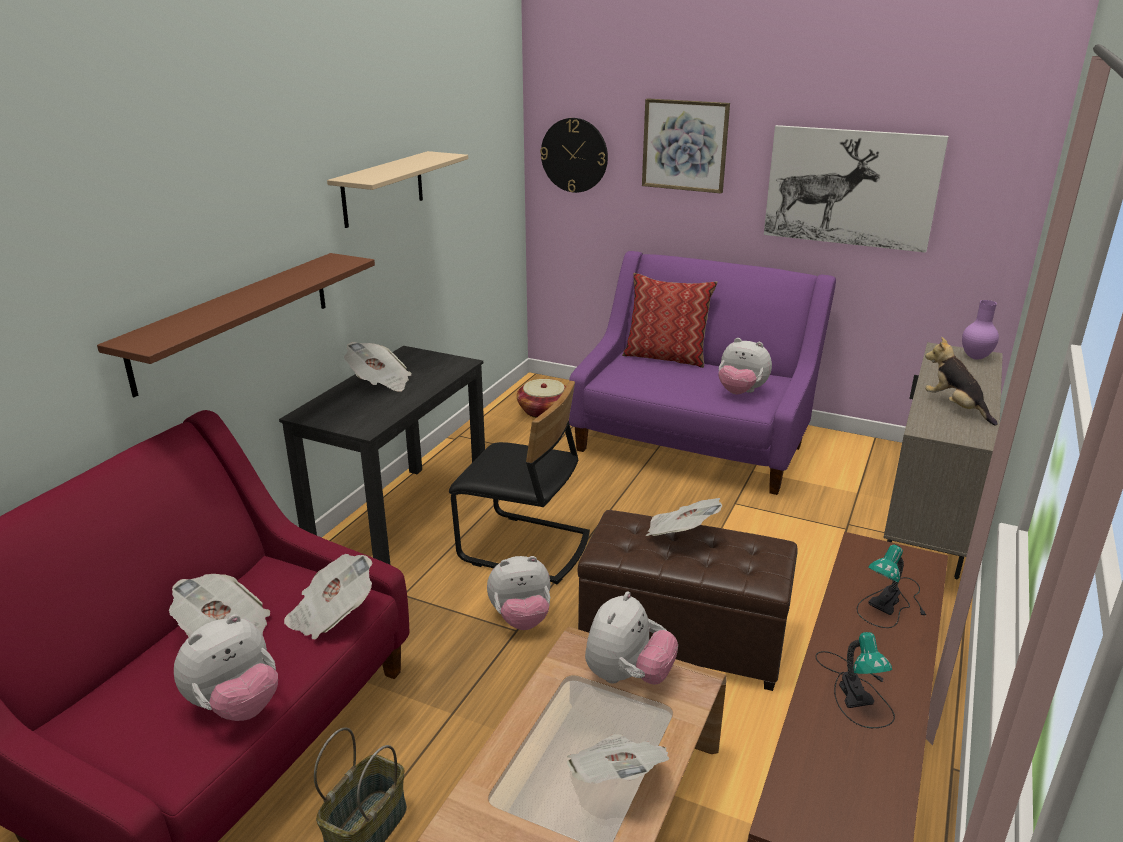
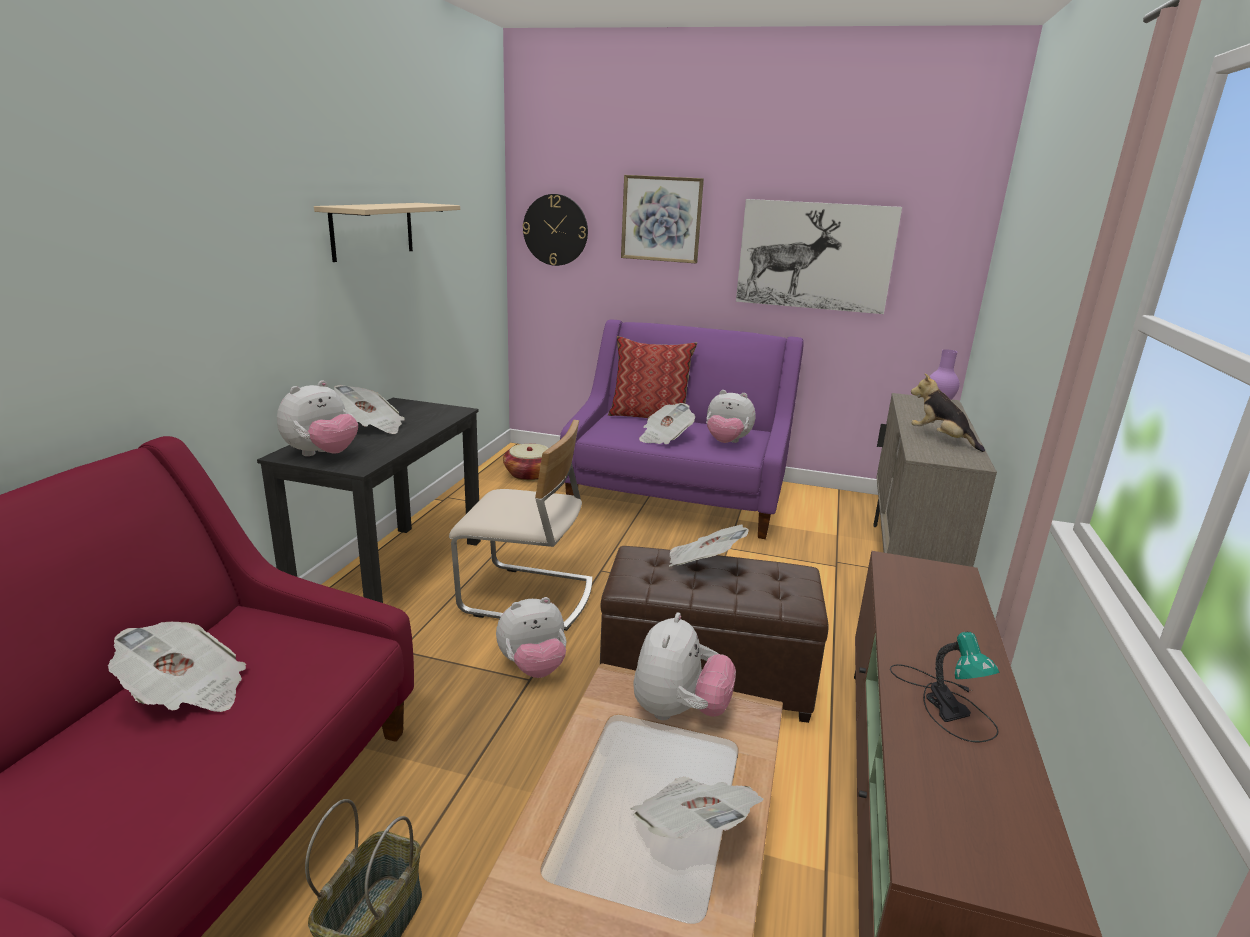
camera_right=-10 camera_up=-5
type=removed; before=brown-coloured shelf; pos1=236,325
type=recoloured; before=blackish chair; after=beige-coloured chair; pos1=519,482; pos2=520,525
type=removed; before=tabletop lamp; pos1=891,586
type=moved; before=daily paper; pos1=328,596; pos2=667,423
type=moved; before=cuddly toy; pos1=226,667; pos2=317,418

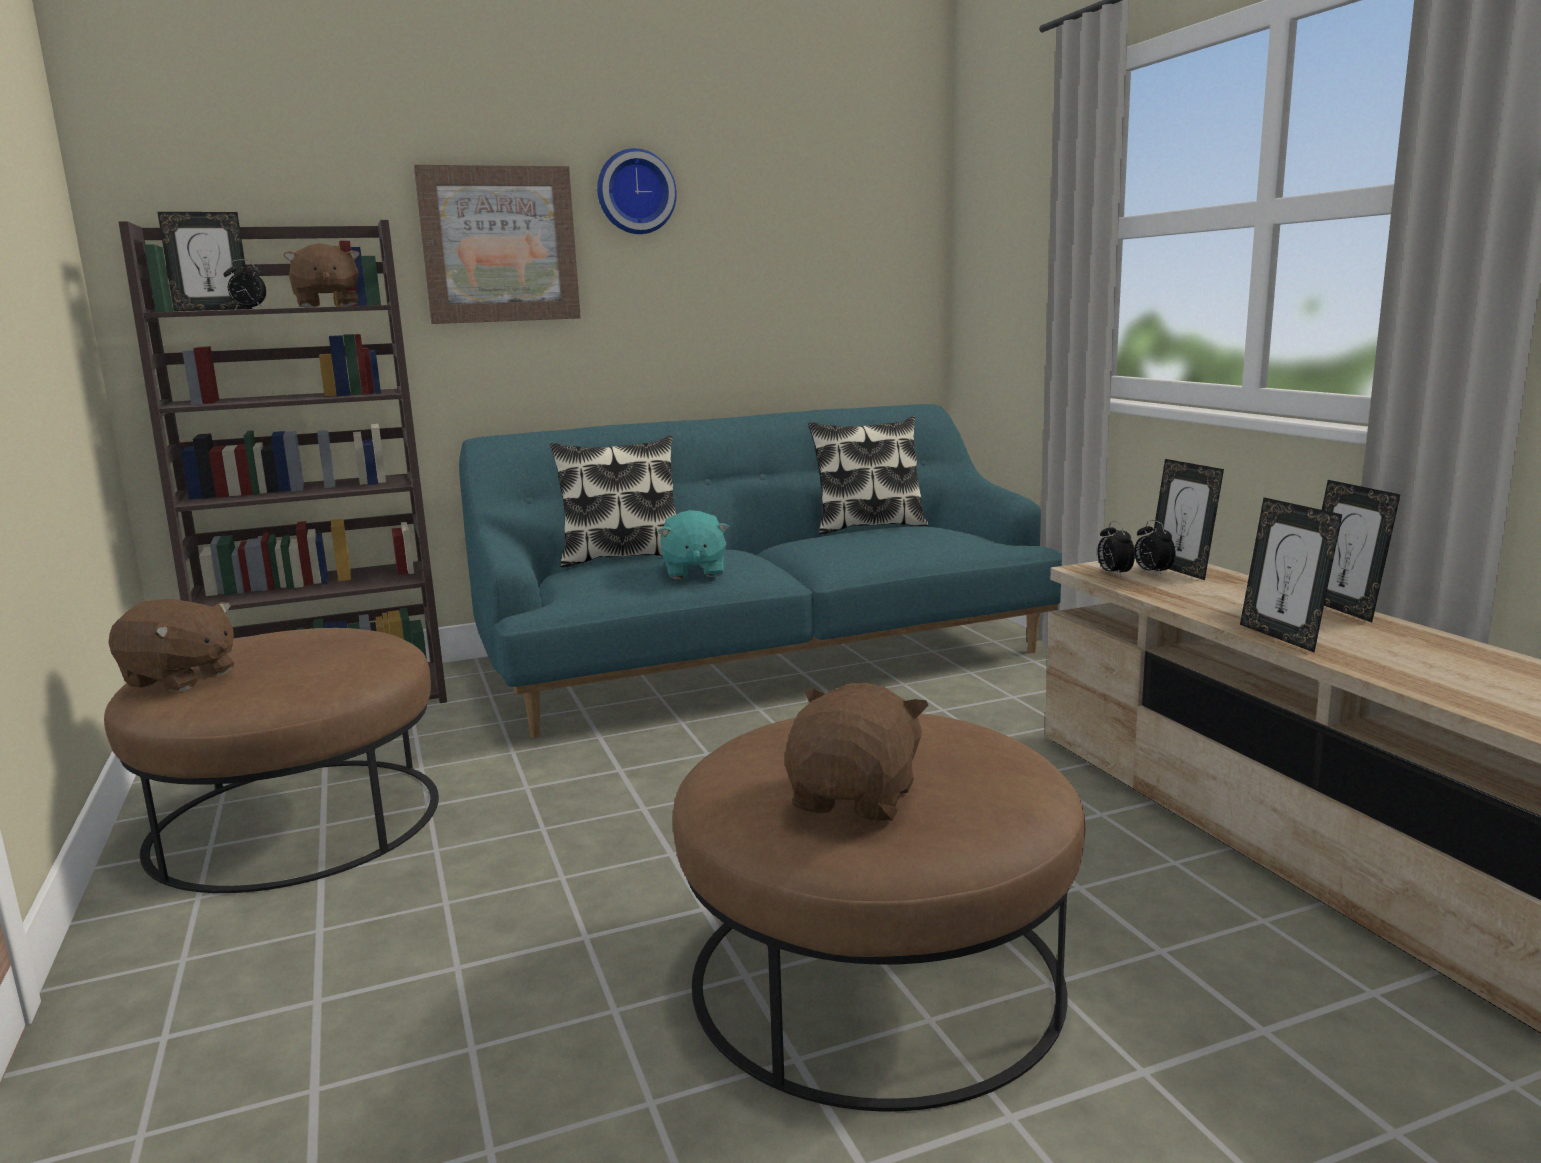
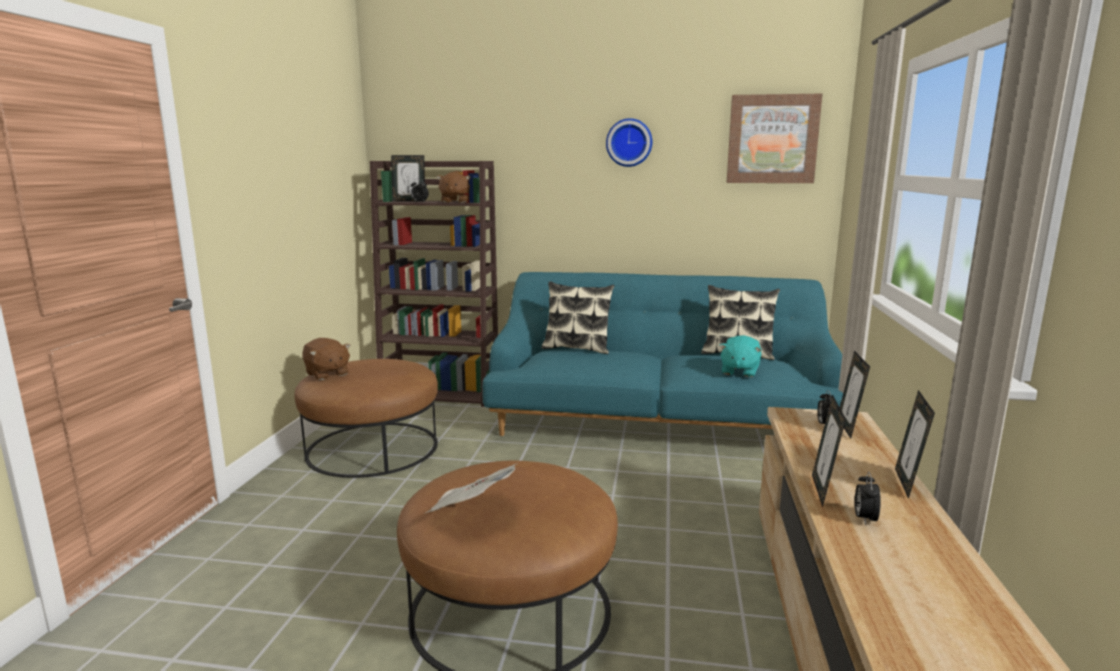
camera_right=30 camera_up=0
type=moved; before=picture; pos1=497,244; pos2=774,138
type=moved; before=turquoise cuddly toy; pos1=693,544; pos2=740,356
type=moved; before=bedside clock; pos1=1116,549; pos2=868,498
type=replaced; before=brown-coloured cuddly toy; after=daily paper; pos1=857,752; pos2=472,488

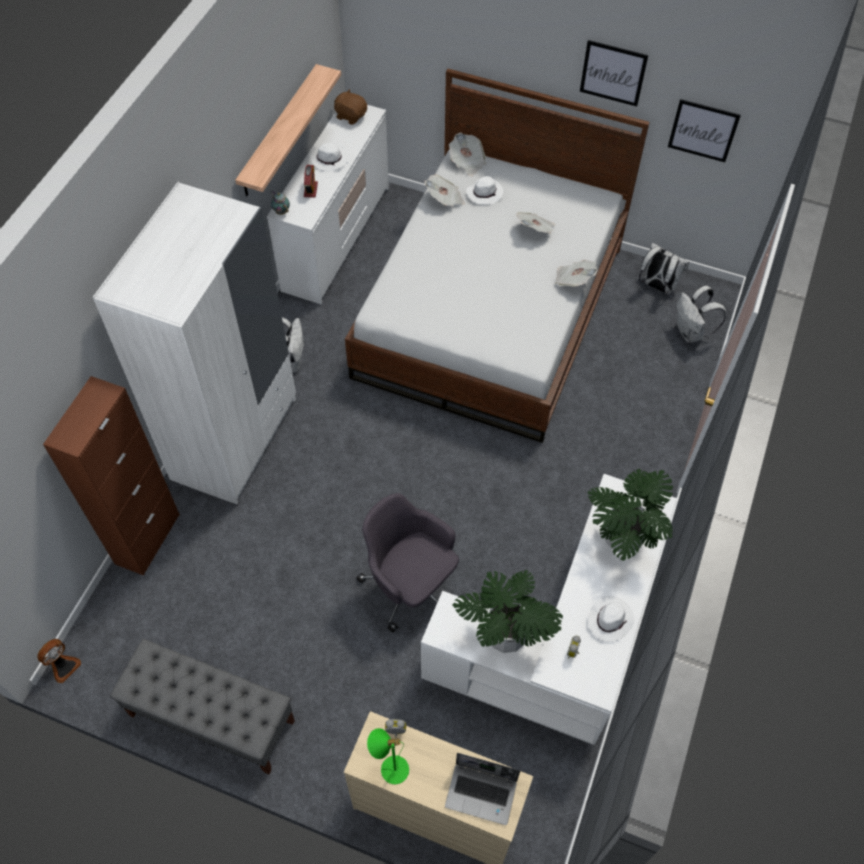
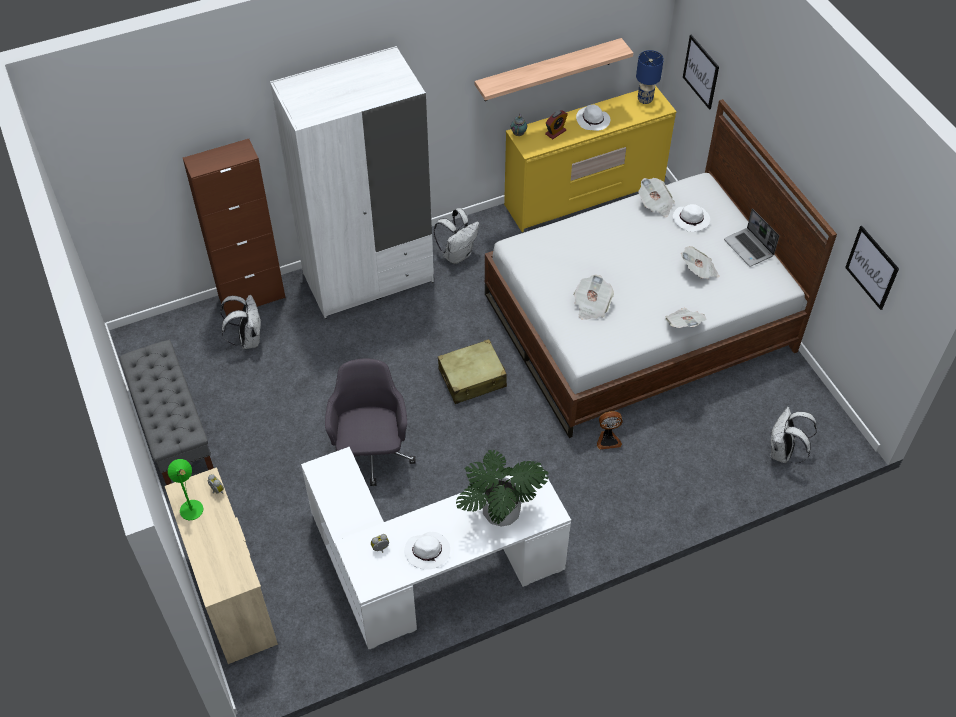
camera_right=45 camera_up=-5
type=moved; before=picture; pos1=614,73; pos2=701,72
type=replaced; before=brown-coloured cuddly toy; after=blue tabletop lamp; pos1=350,107; pos2=650,77
type=recoloured; before=white-coloured chest of drawers; after=yellowish chest of drawers; pos1=328,205; pos2=590,158
type=moved; before=daily paper; pos1=467,154; pos2=594,297
type=moved; before=white-coloured backpack; pos1=664,268; pos2=240,322
type=removed; before=plant in a pot; pos1=507,611
type=moved; before=electric fan; pos1=59,661; pos2=610,430
type=moved; before=notebook computer; pos1=482,789; pos2=751,237
type=added; after=beige-coloured travel case; pos2=472,371

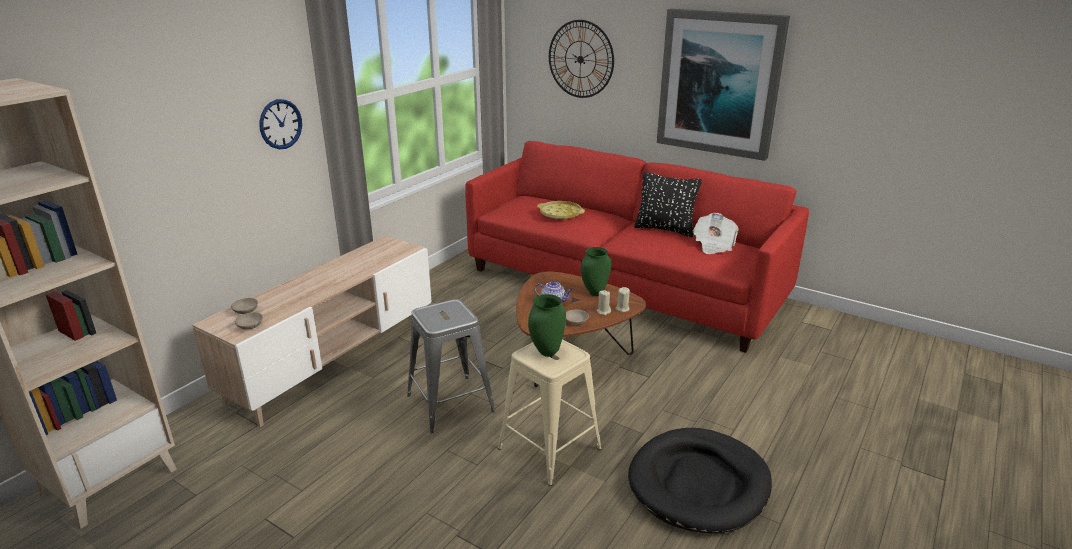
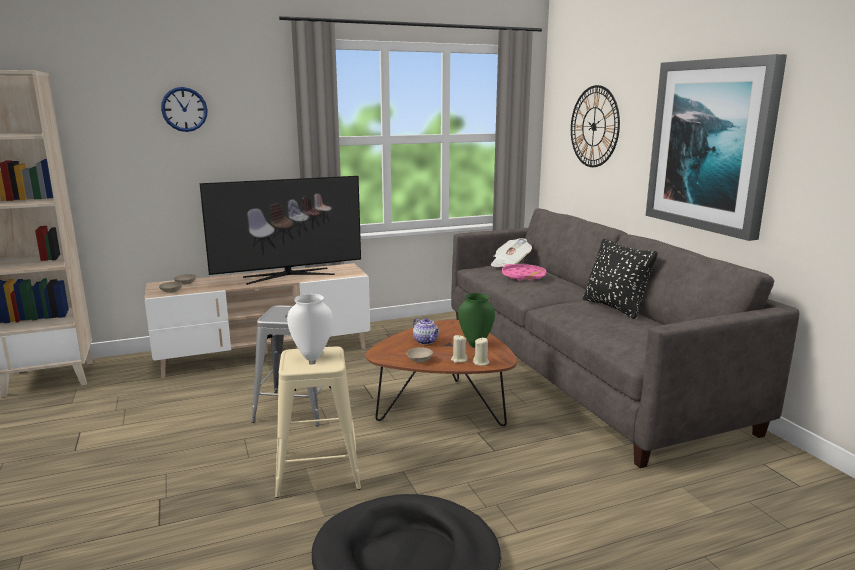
camera_right=35 camera_up=-10
type=moved; before=hanging clock; pos1=280,124; pos2=184,109
type=recoloured; before=red couch; after=greyish couch; pos1=637,247; pos2=625,338
type=recoloured; before=yellowish tray; after=pinkish tray; pos1=561,210; pos2=524,272
type=moved; before=daily paper; pos1=716,233; pos2=511,252
type=recoloured; before=greenish decorative vase; after=white-coloured decorative vase; pos1=547,325; pos2=310,327
type=added; after=TV set; pos2=280,230

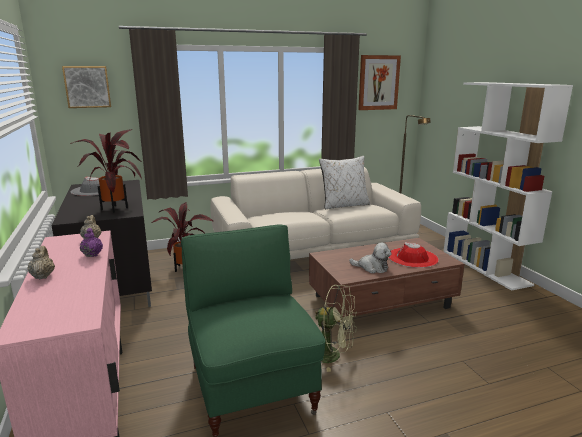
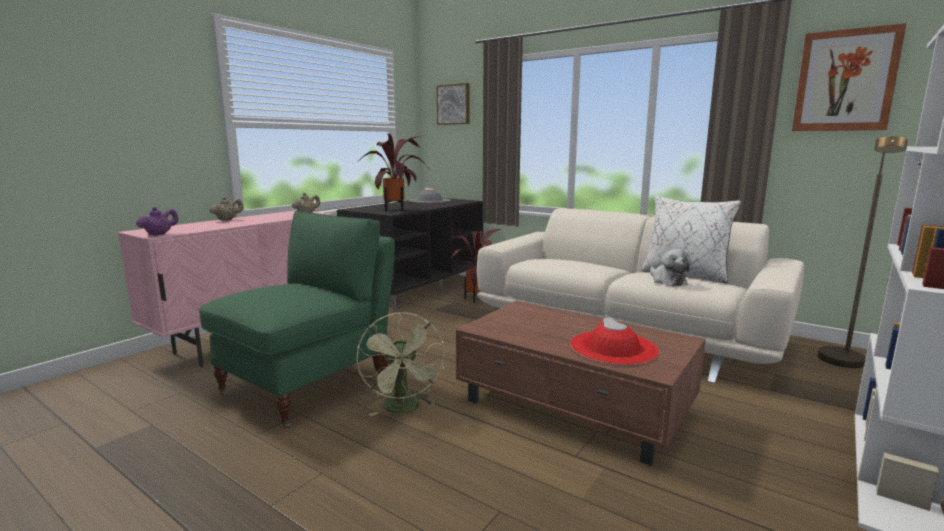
camera_right=55 camera_up=-5
type=moved; before=purplish tea pot; pos1=91,242; pos2=157,221
type=moved; before=cuddly toy; pos1=370,257; pos2=670,267

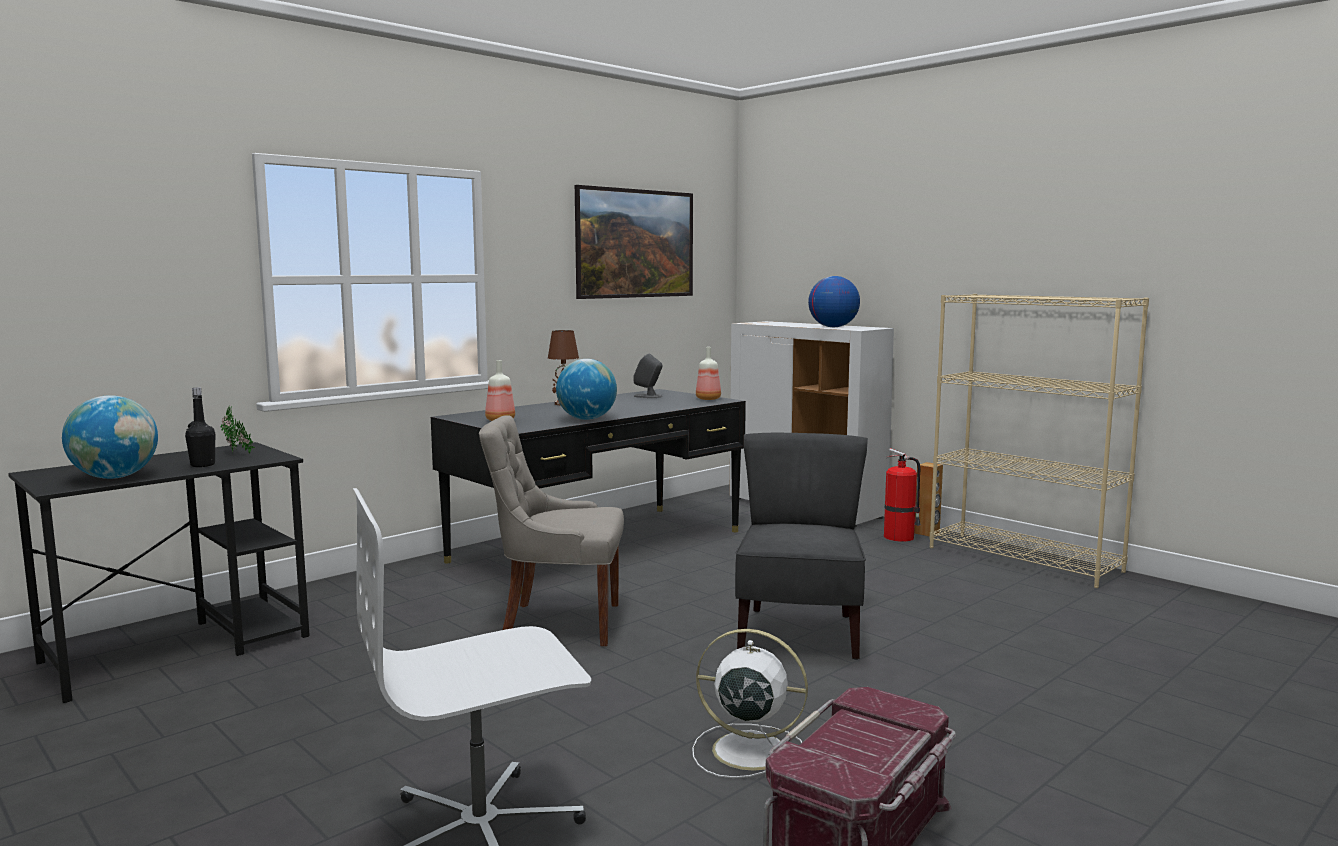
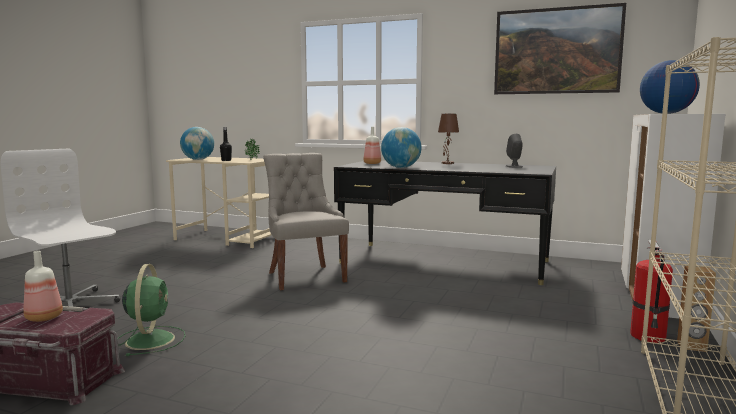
camera_right=65 camera_up=0
type=moved; before=bottle; pos1=708,373; pos2=43,286
type=removed; before=greyish chair; pos1=801,546
type=recoloured; before=blackish desk unit; after=beige-coloured desk unit; pos1=159,572; pos2=218,202
type=recoloured; before=white-coloured electric fan; after=greenish electric fan; pos1=750,703; pos2=152,310

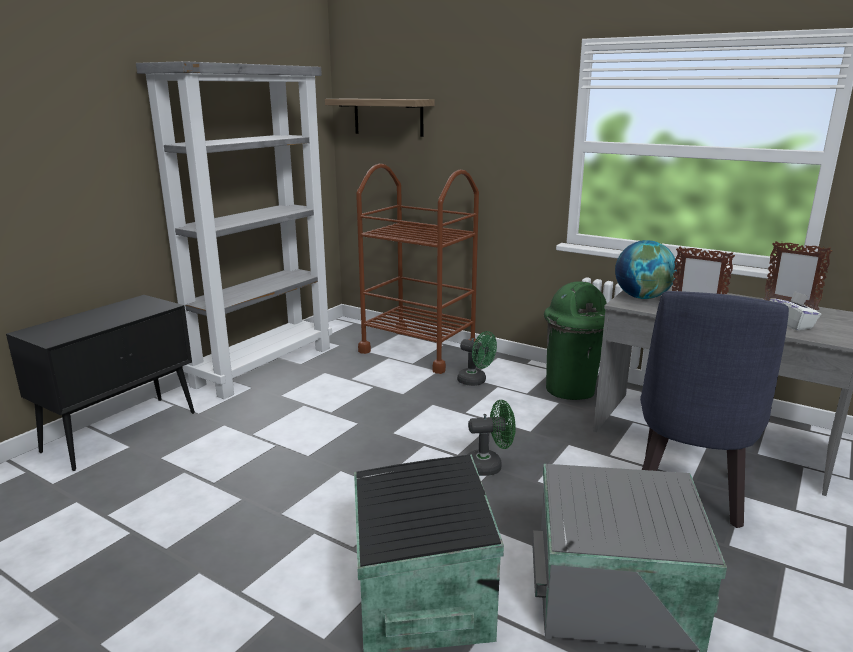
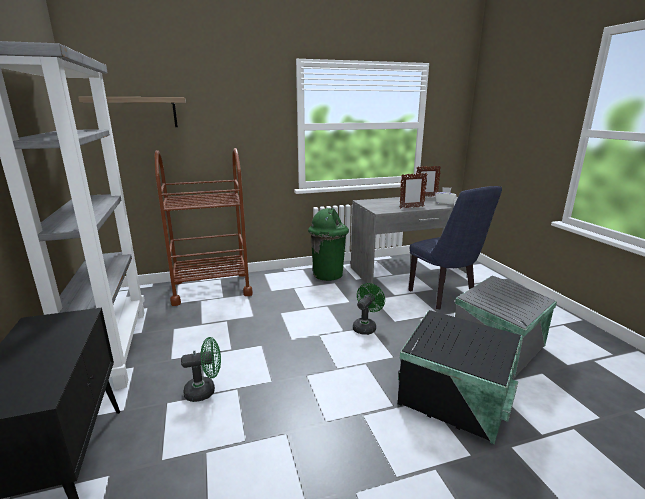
camera_right=-50 camera_up=0
type=removed; before=globe; pos1=646,269
type=moved; before=greenish electric fan; pos1=477,358; pos2=201,369

